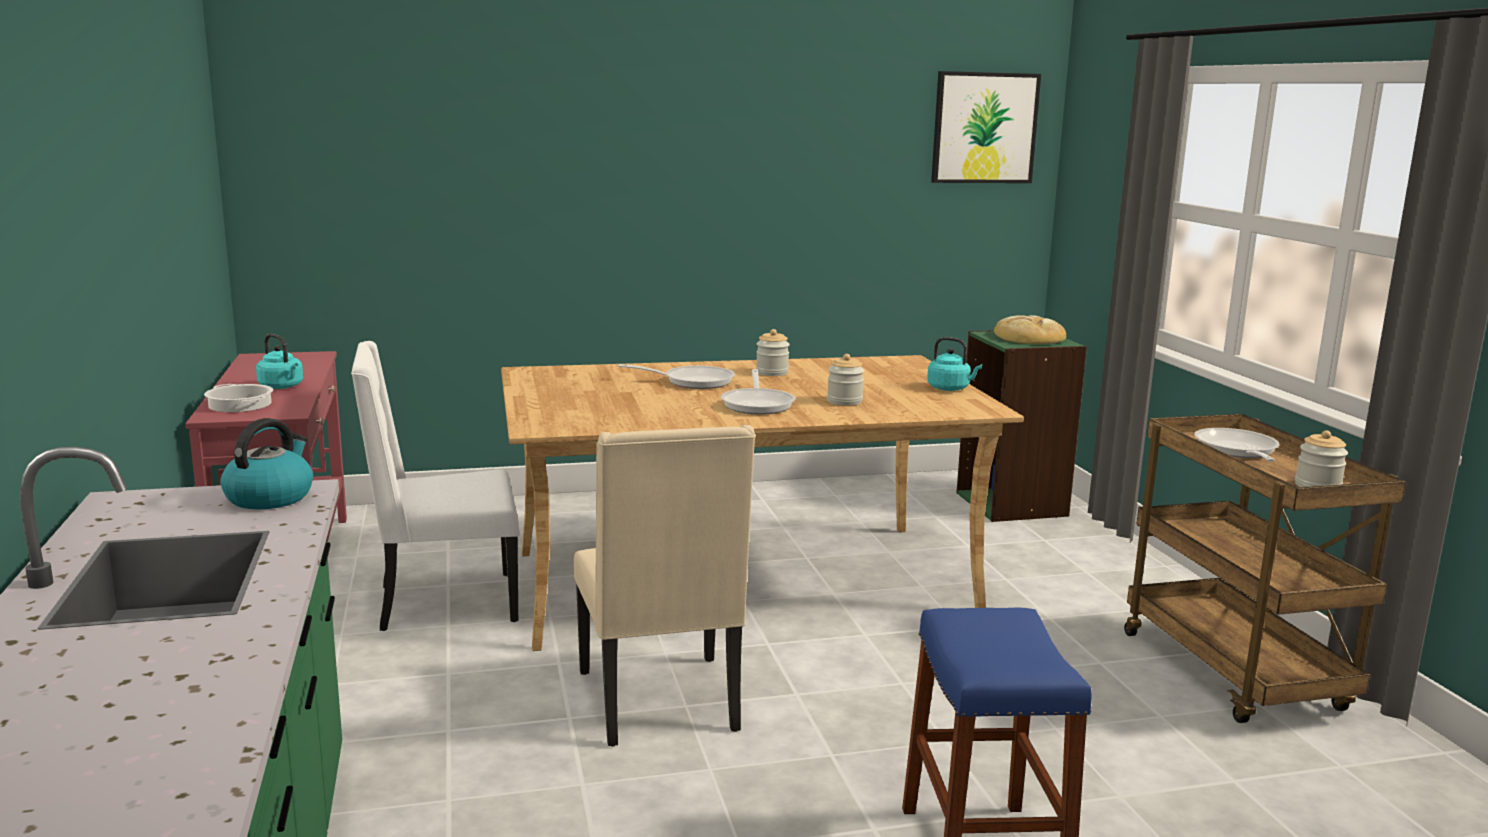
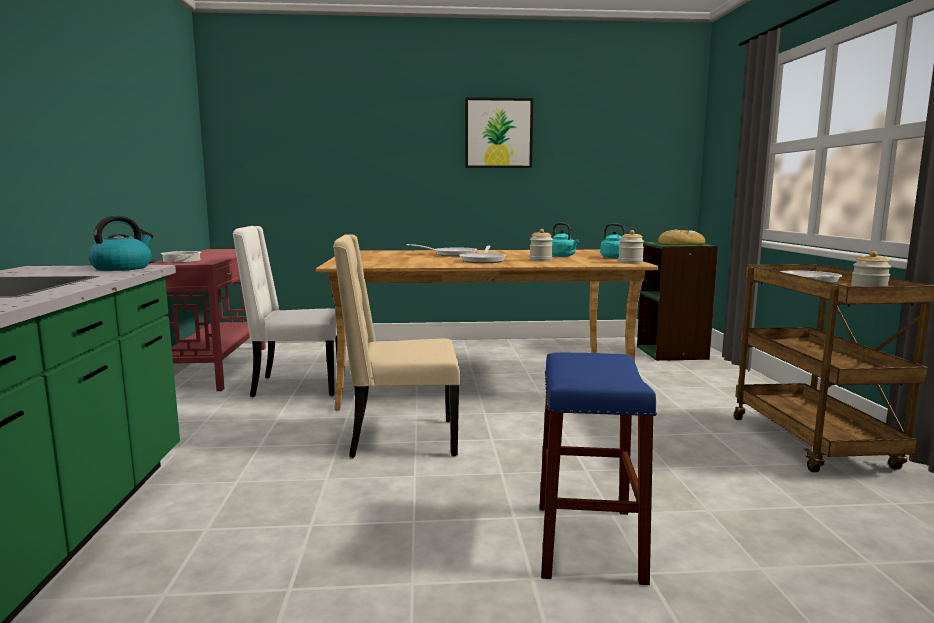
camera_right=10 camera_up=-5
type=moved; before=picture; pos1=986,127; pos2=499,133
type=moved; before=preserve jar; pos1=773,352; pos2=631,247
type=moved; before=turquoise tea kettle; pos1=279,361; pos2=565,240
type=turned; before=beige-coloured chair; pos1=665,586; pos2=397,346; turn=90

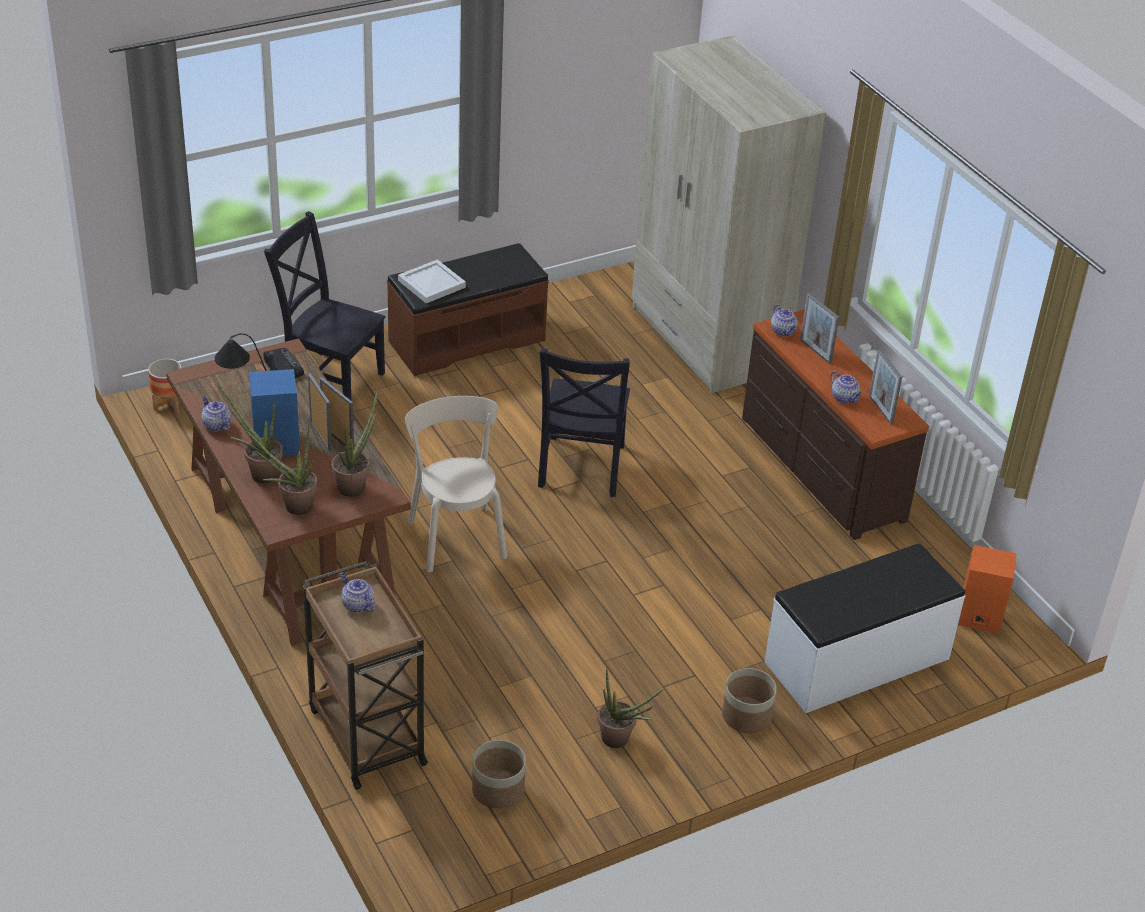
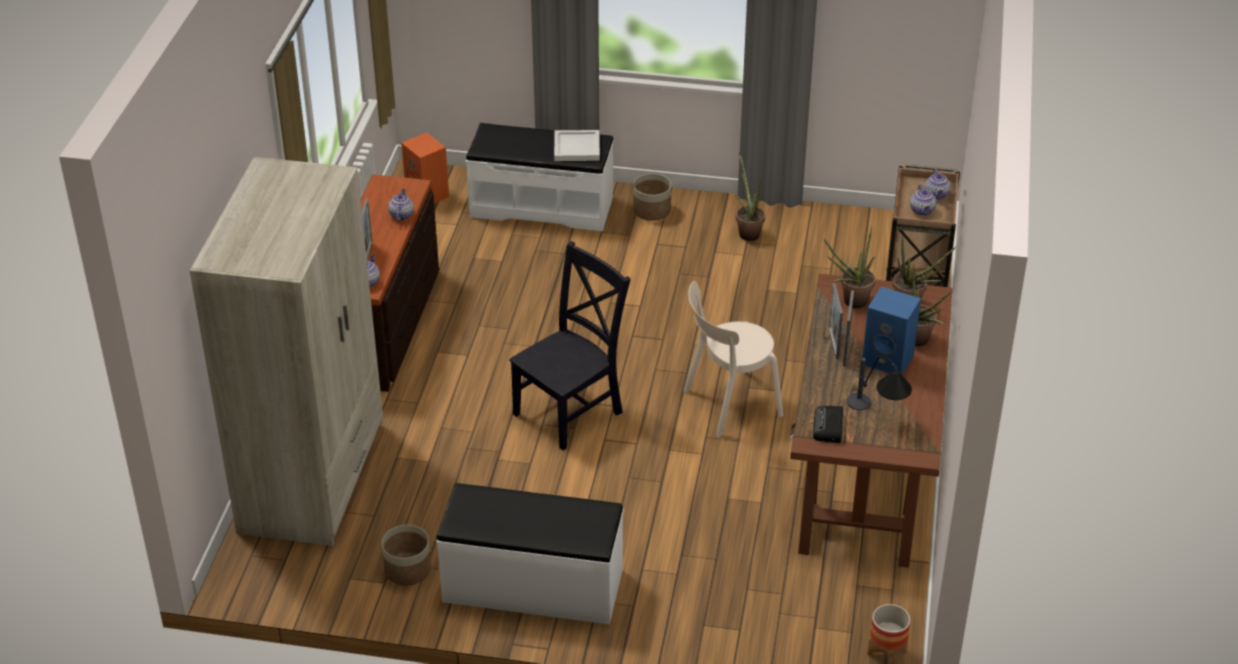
camera_right=-140 camera_up=0
type=removed; before=blackish chair; pos1=324,305
type=recoloured; before=brown-coloured long seat; after=white-coloured long seat; pos1=468,309; pos2=530,553
type=moved; before=white-coloured tray; pos1=432,281; pos2=577,145
type=removed; before=photo frame; pos1=885,387
type=turned; before=beige-coloured chair; pos1=456,484; pos2=733,359; turn=45
type=moved; before=tea pot; pos1=216,414; pos2=938,184
type=moved; before=flower pot; pos1=499,774; pos2=406,555

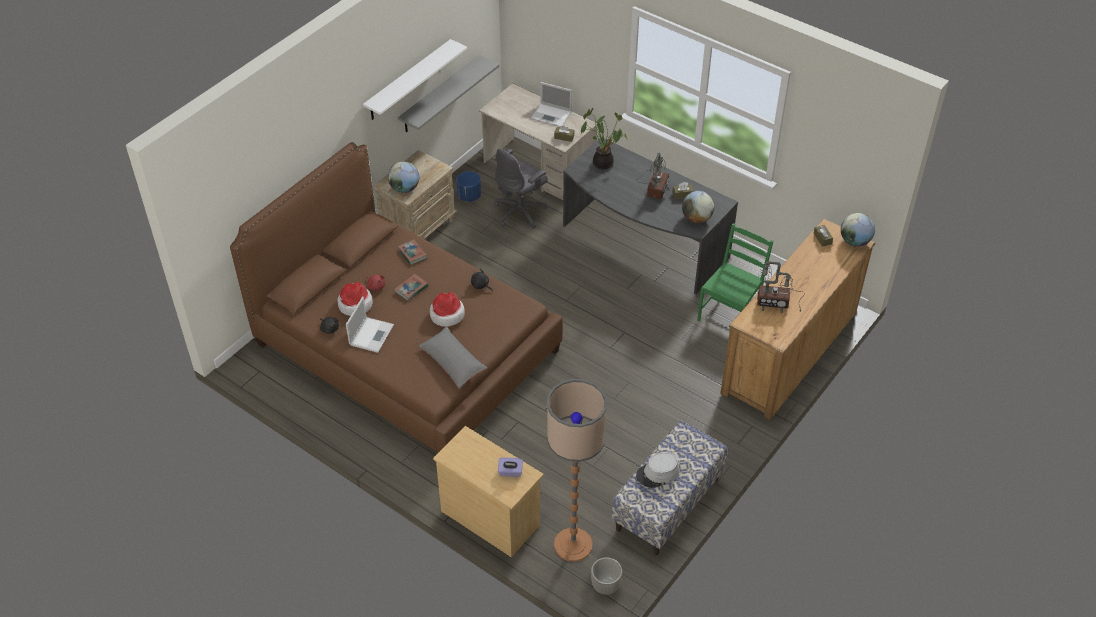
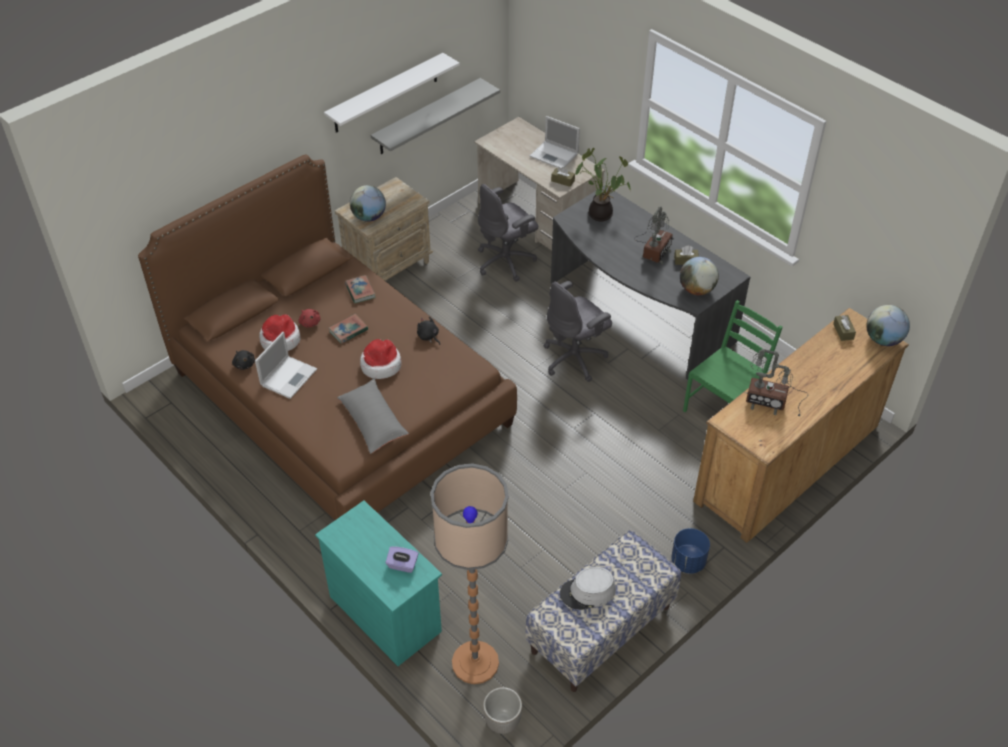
camera_right=10 camera_up=0
type=moved; before=blue flower pot; pos1=468,186; pos2=690,551
type=recoloured; before=beige-coloured chest of drawers; after=turquoise chest of drawers; pos1=488,491; pos2=378,583
type=added; after=greyish desk chair; pos2=577,331

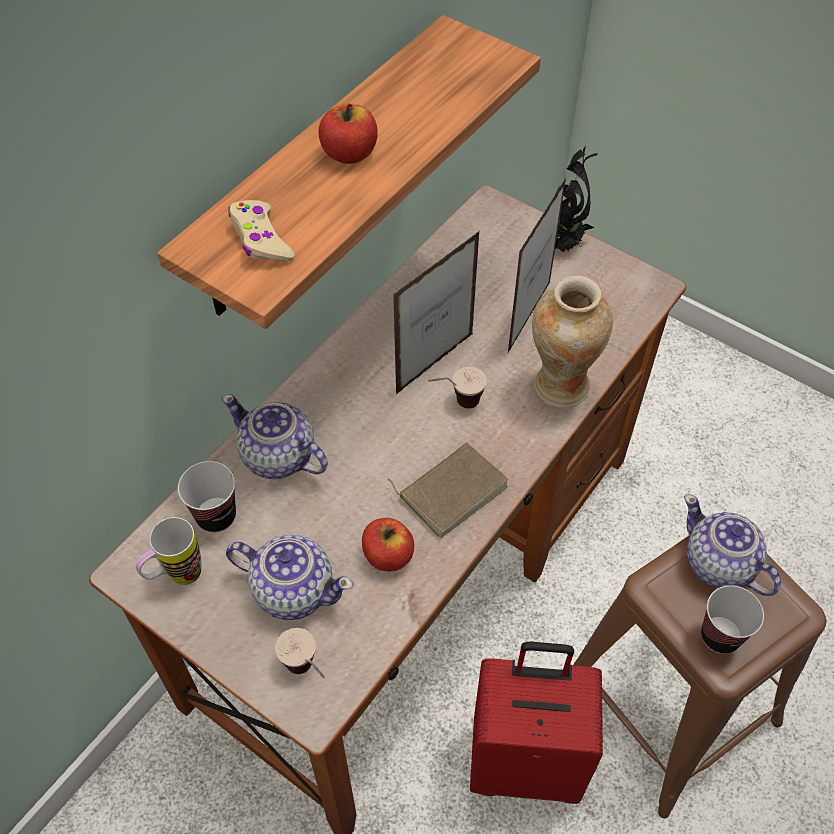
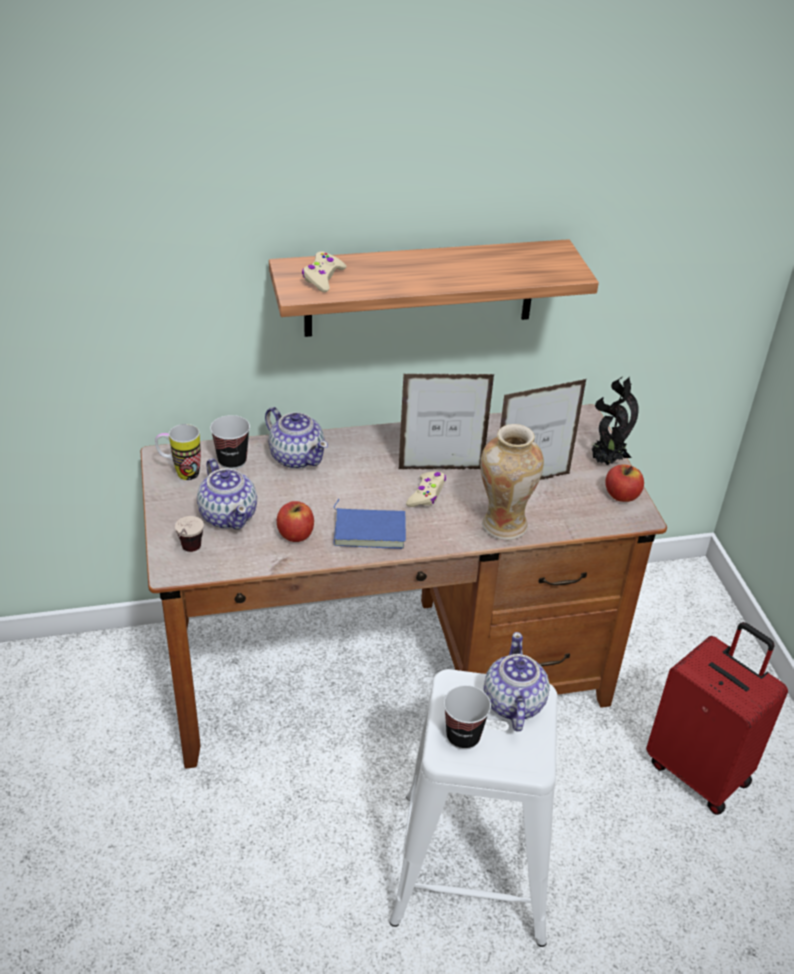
camera_right=40 camera_up=-15
type=moved; before=whole apple; pos1=348,133; pos2=624,483
type=replaced; before=drinking cup; after=beige-coloured game controller; pos1=457,388; pos2=426,489
type=turned; before=tea pot; pos1=275,436; pos2=296,438; turn=150
type=recoloured; before=brown-coloured book; after=blue book; pos1=447,490; pos2=369,524
type=recoloured; before=brown-coloured stool; after=white-coloured stool; pos1=700,677; pos2=474,808
type=moved; before=red travel case; pos1=536,723; pos2=717,718

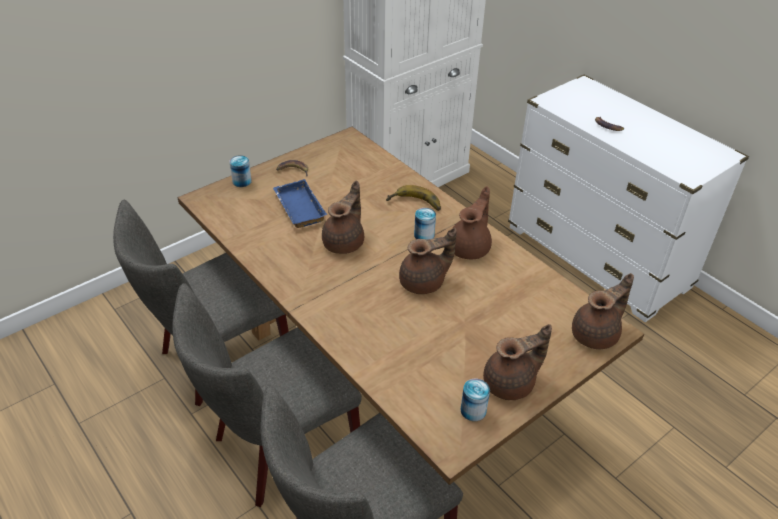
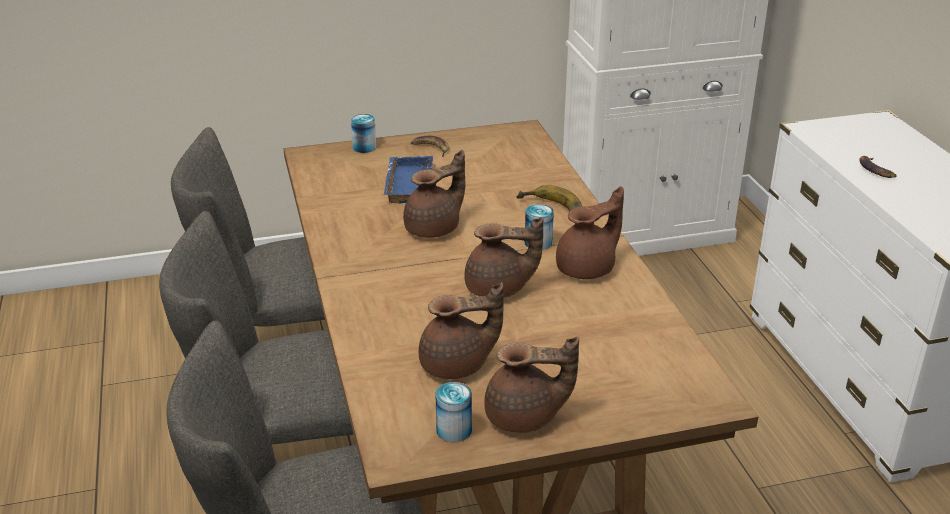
camera_right=25 camera_up=-10
type=moved; before=brown-coloured tea pot; pos1=603,311; pos2=461,330

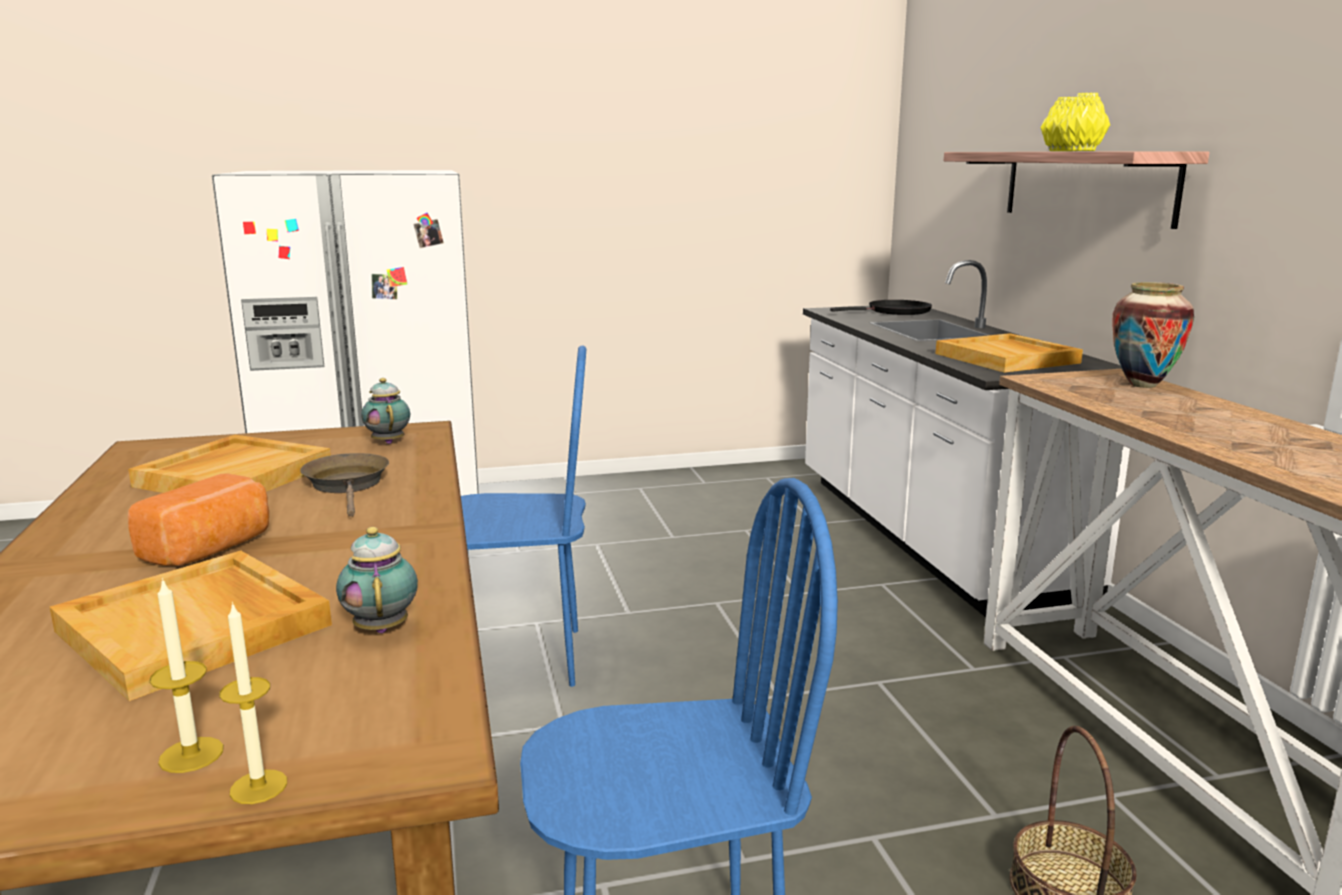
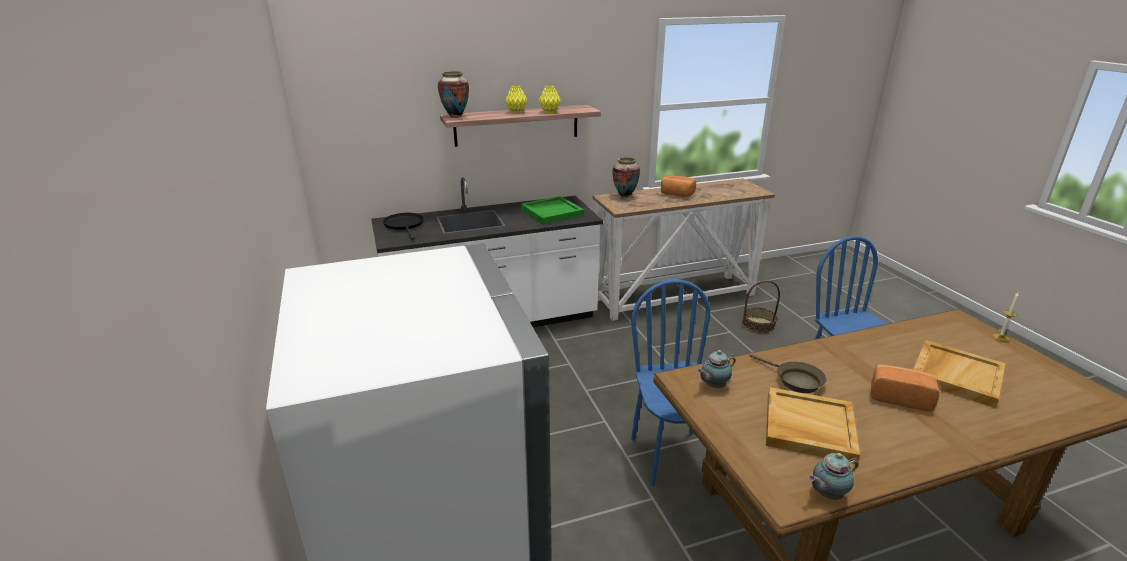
camera_right=-95 camera_up=10
type=recoloured; before=beige-coloured tray; after=greenish tray; pos1=1009,353; pos2=552,210
type=turned; before=brown-coloured frying pan; pos1=344,484; pos2=788,373; turn=-105
type=moved; before=tea pot; pos1=377,580; pos2=833,476
type=removed; before=wax candle; pos1=186,675
type=added; after=decorative vase; pos2=453,94
type=added; after=bread; pos2=678,186

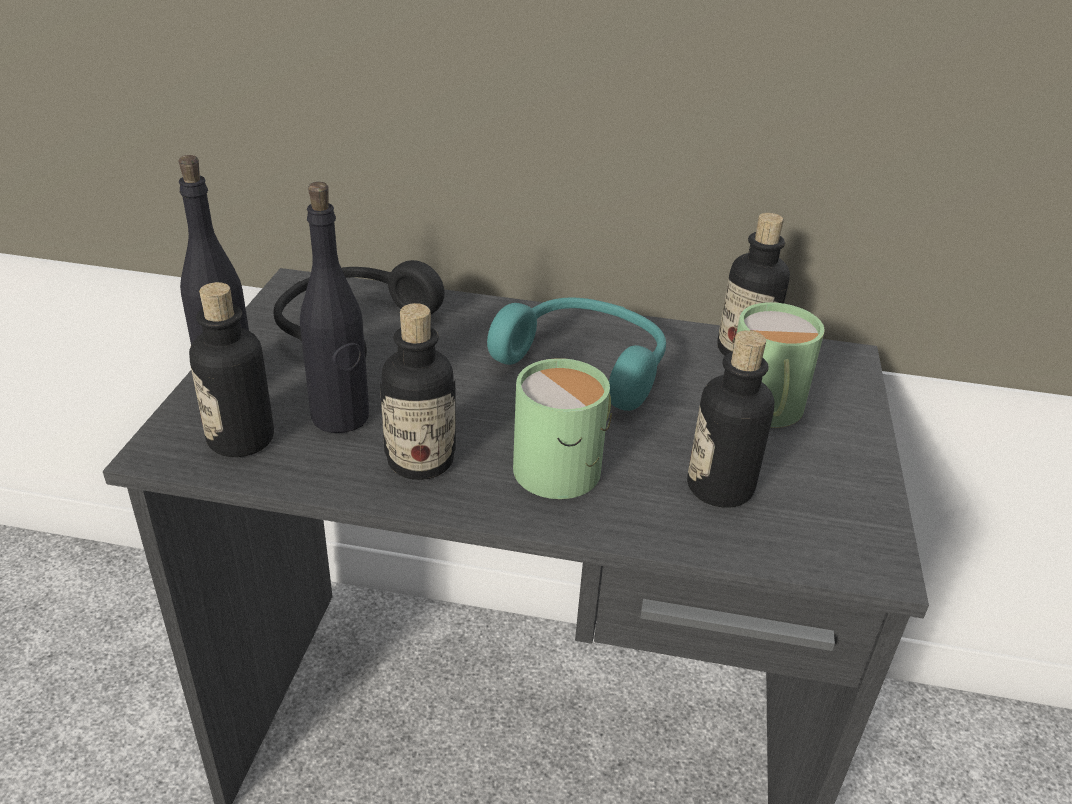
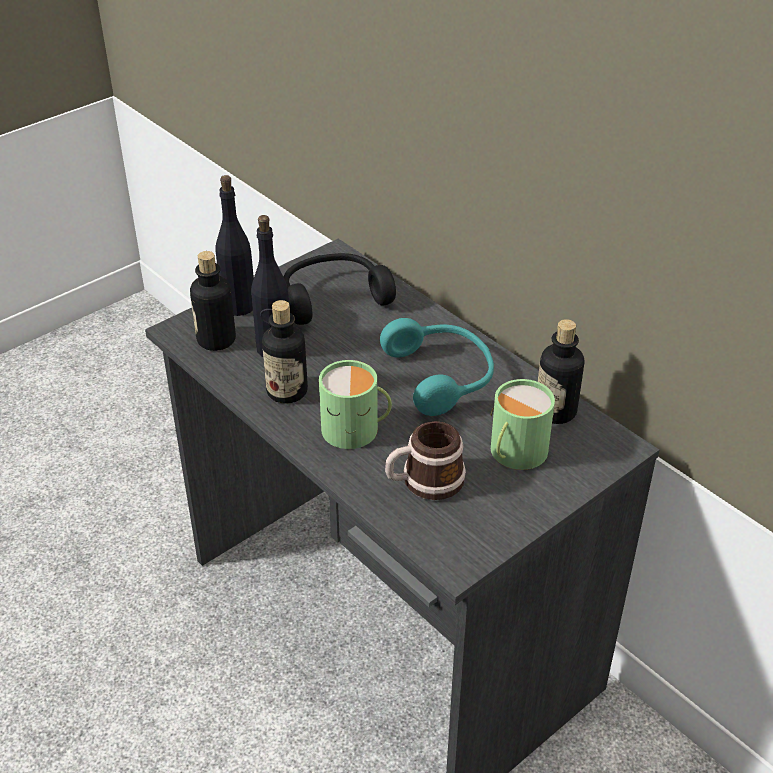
camera_right=40 camera_up=5
type=replaced; before=bottle; after=coffee mug; pos1=731,419; pos2=425,460

